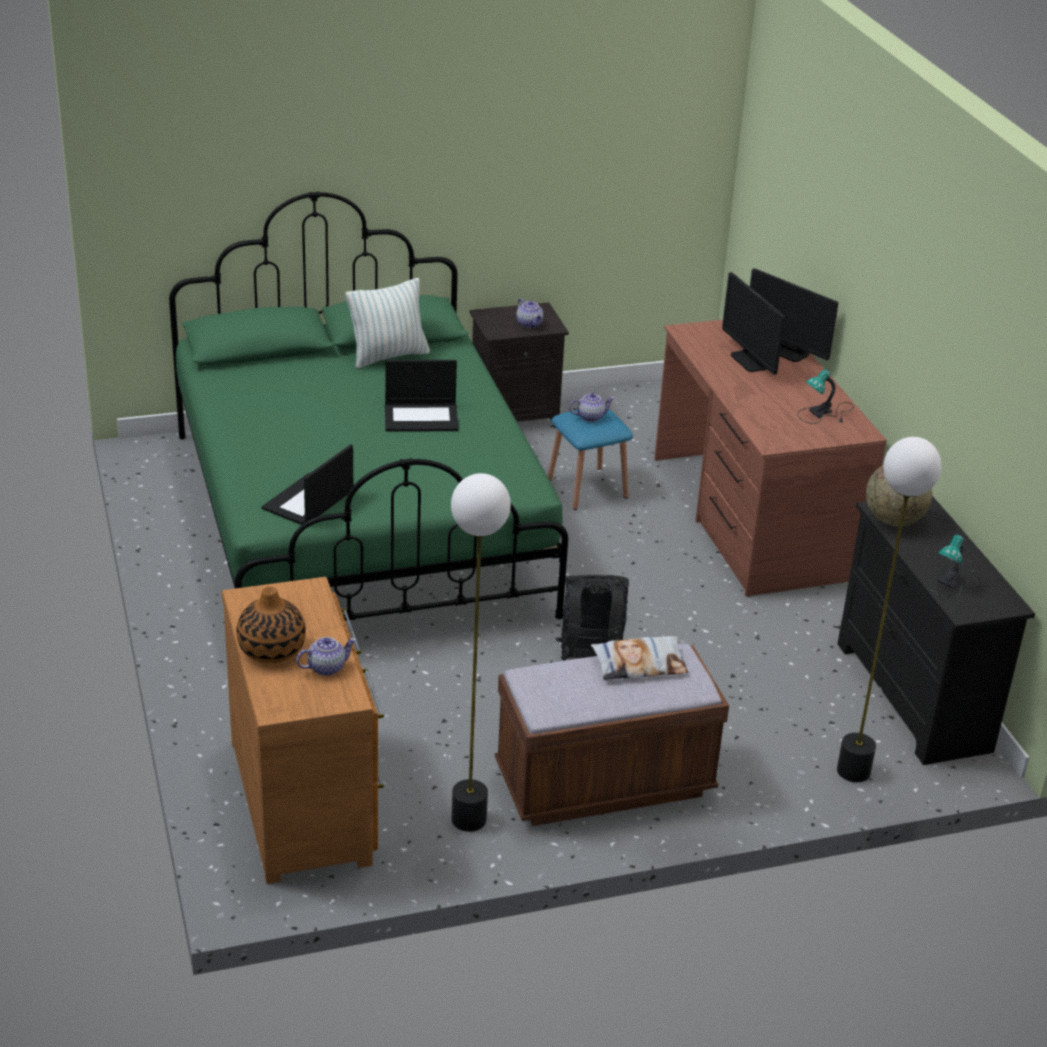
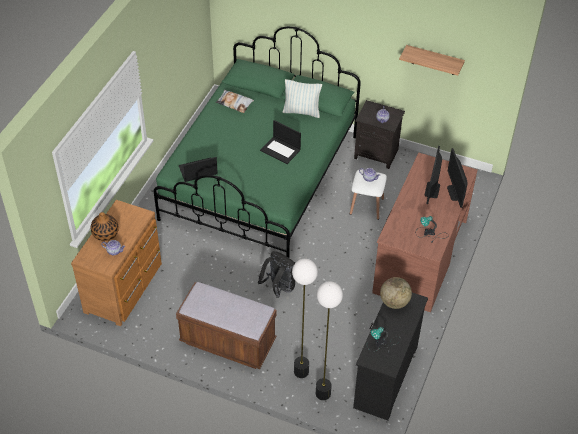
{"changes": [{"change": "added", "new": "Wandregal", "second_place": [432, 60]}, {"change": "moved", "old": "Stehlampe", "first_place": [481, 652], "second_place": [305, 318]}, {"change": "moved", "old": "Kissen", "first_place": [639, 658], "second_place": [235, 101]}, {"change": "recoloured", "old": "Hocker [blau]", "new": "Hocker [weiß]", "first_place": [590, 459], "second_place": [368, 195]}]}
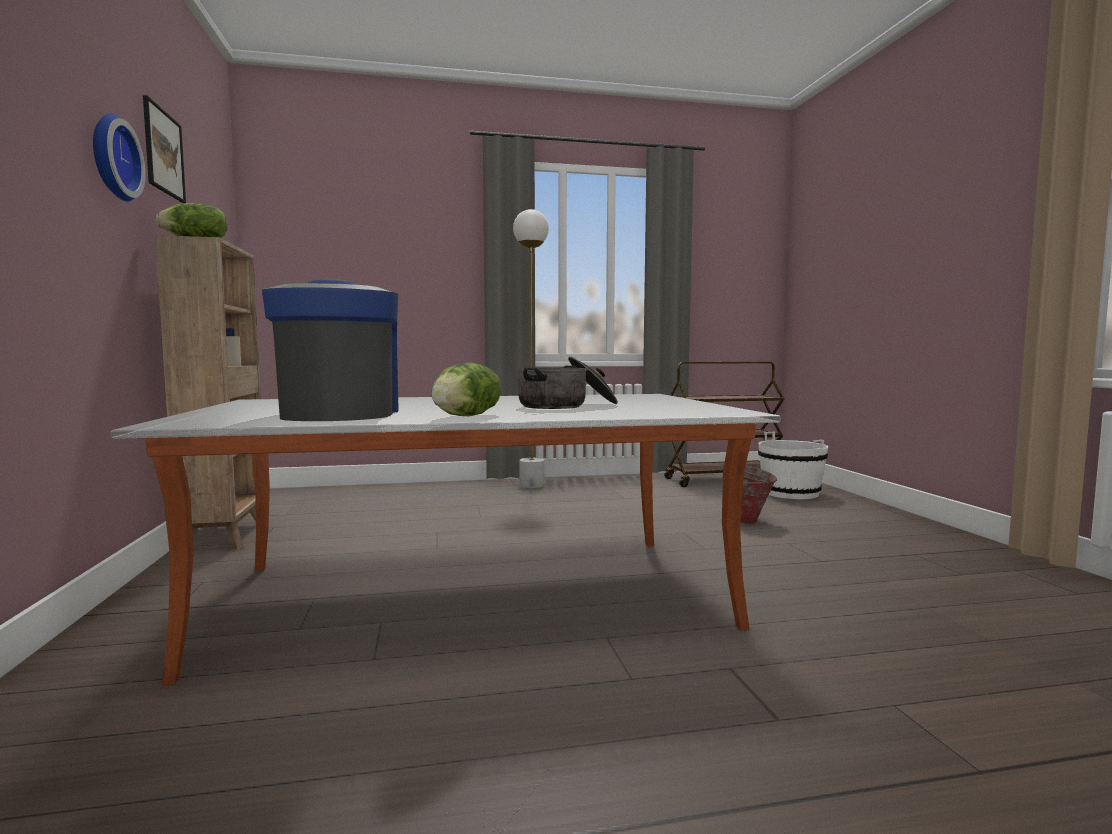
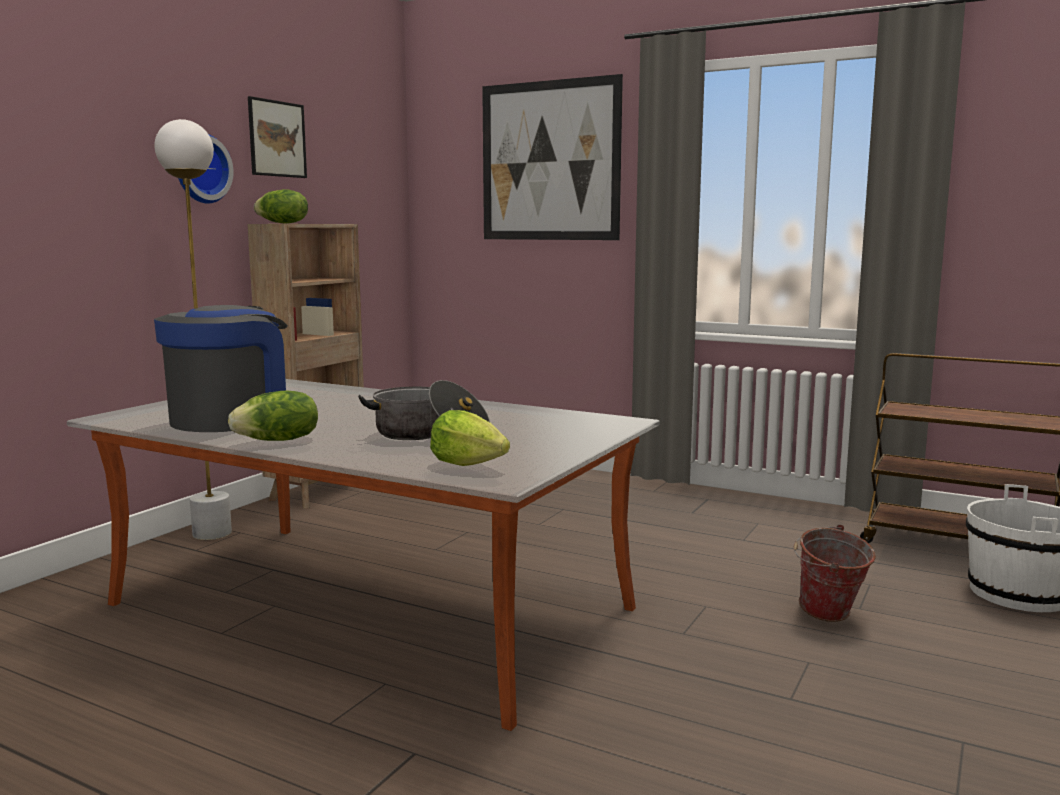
{"changes": [{"change": "added", "new": "Salatkopf", "second_place": [470, 438]}, {"change": "added", "new": "Bild", "second_place": [552, 157]}, {"change": "moved", "old": "Stehlampe [weiß]", "first_place": [531, 348], "second_place": [193, 329]}]}
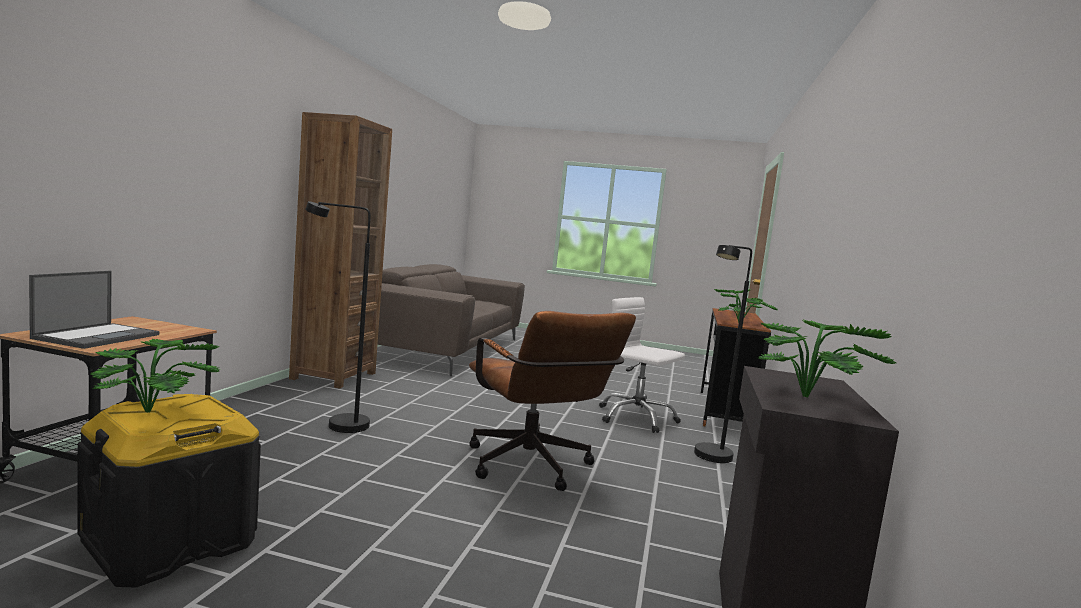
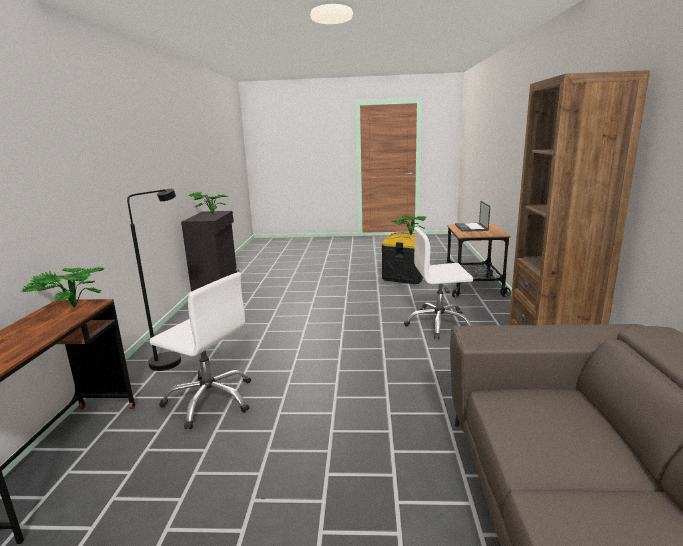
{"changes": [{"change": "removed", "old": "Bürostuhl [braun]", "first_place": [552, 401]}, {"change": "replaced", "old": "Stehlampe [schwarz]", "new": "Bürostuhl [weiß]", "first_place": [338, 317], "second_place": [438, 283]}]}
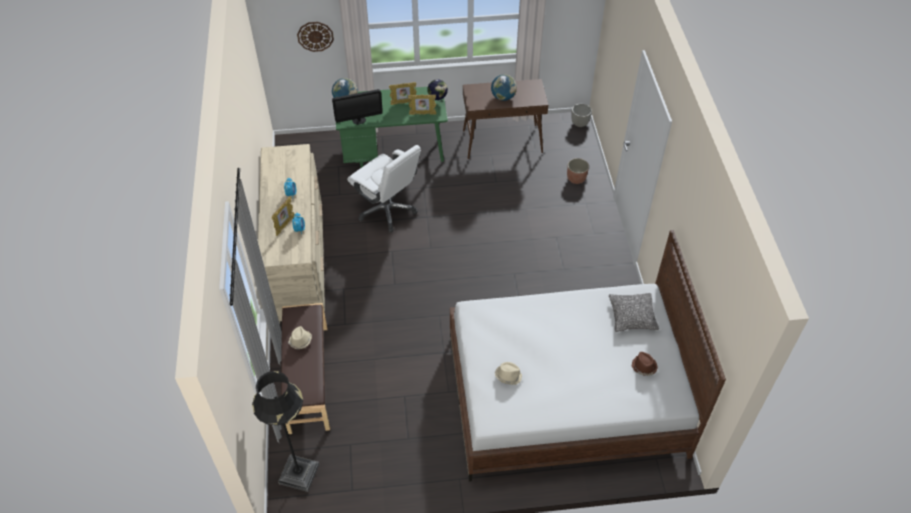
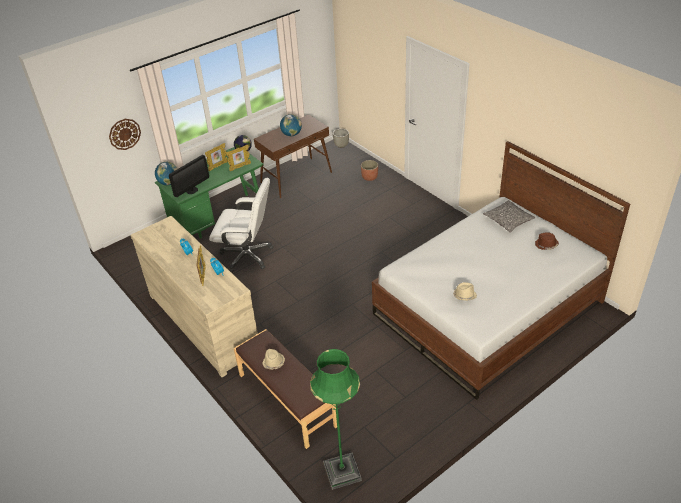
{"changes": [{"change": "recoloured", "old": "Stehlampe [schwarz]", "new": "Stehlampe [grün]", "first_place": [285, 431], "second_place": [336, 419]}]}
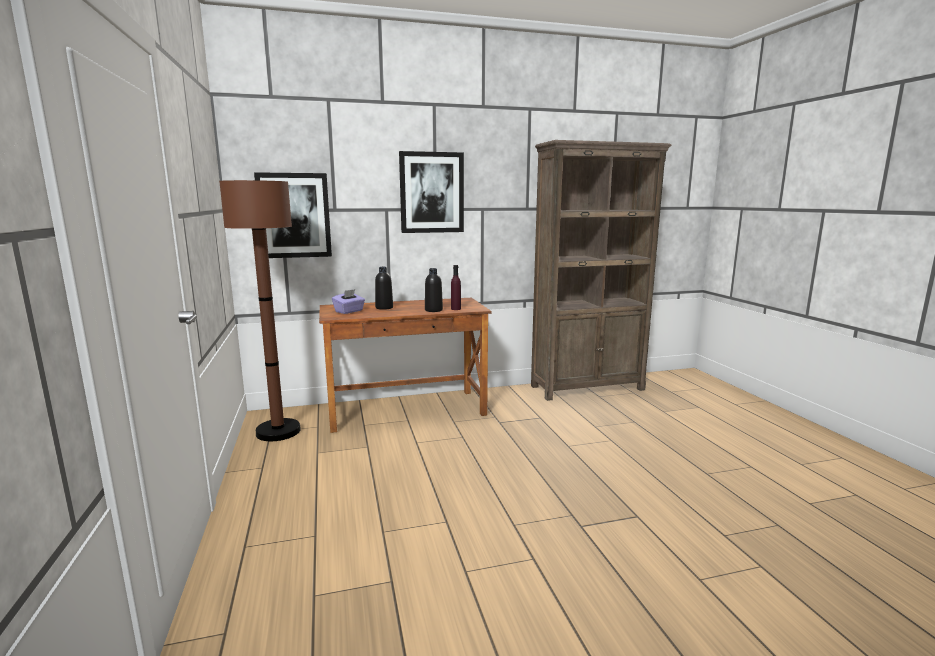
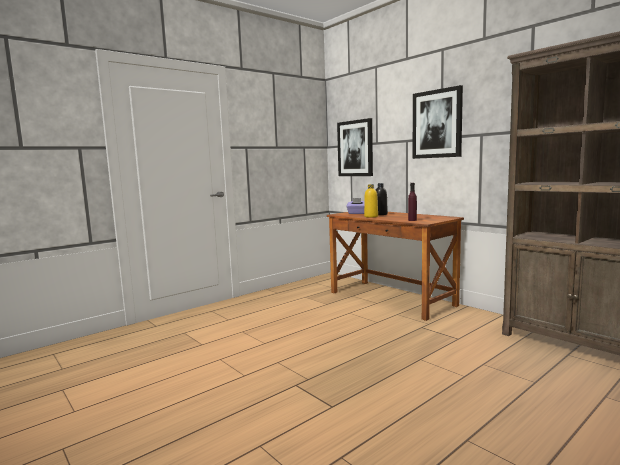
{"changes": [{"change": "removed", "old": "Stehlampe [braun]", "first_place": [260, 310]}, {"change": "removed", "old": "Flasche [schwarz]", "first_place": [434, 290]}, {"change": "added", "new": "Flasche [gelb]", "second_place": [371, 201]}]}
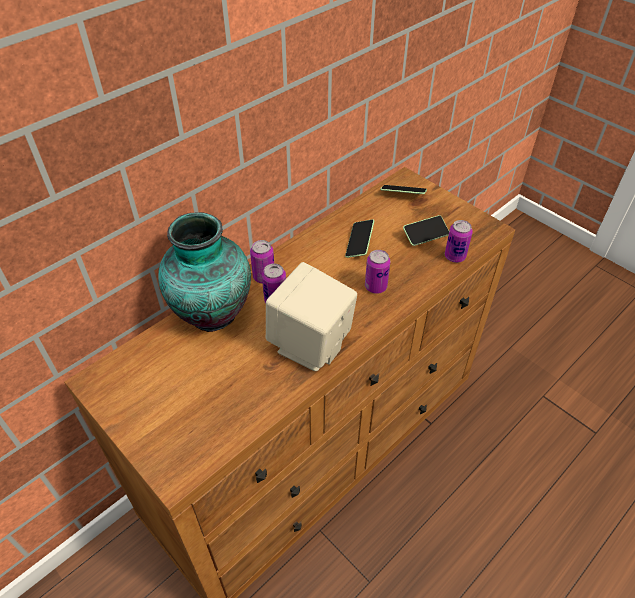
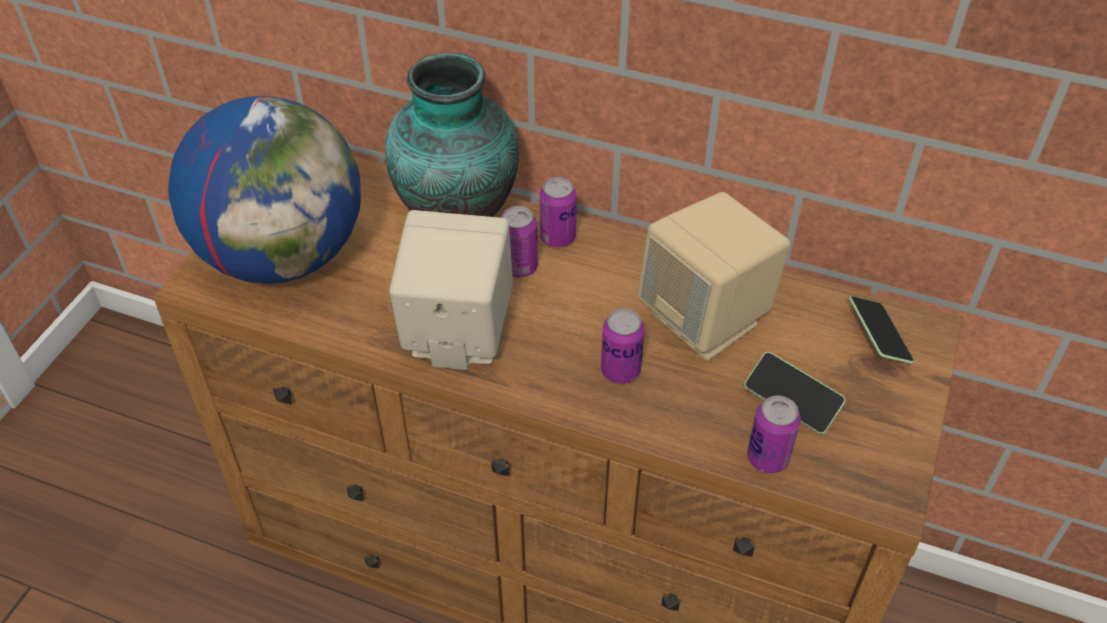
{"changes": [{"change": "added", "new": "Globus", "second_place": [264, 190]}, {"change": "replaced", "old": "Handy", "new": "Lautsprecher [beige]", "first_place": [359, 238], "second_place": [713, 276]}]}
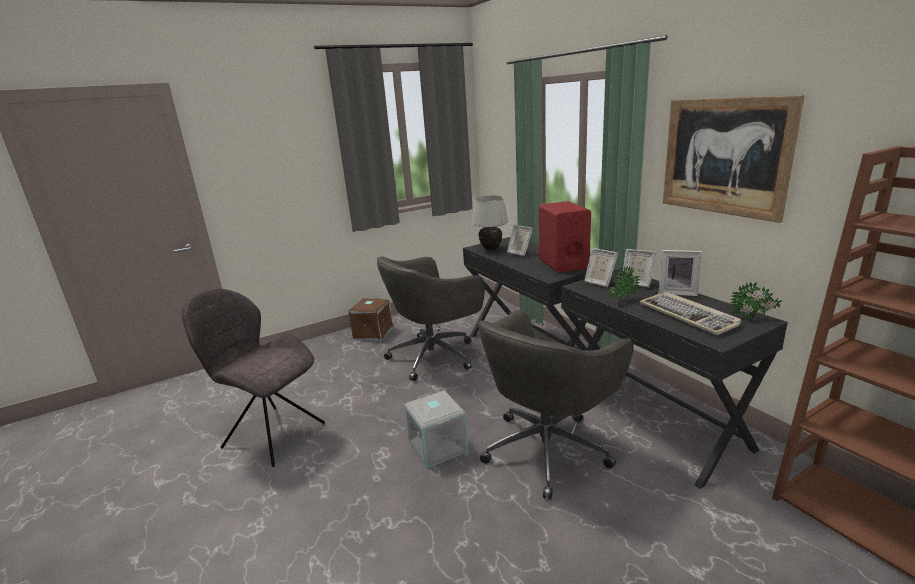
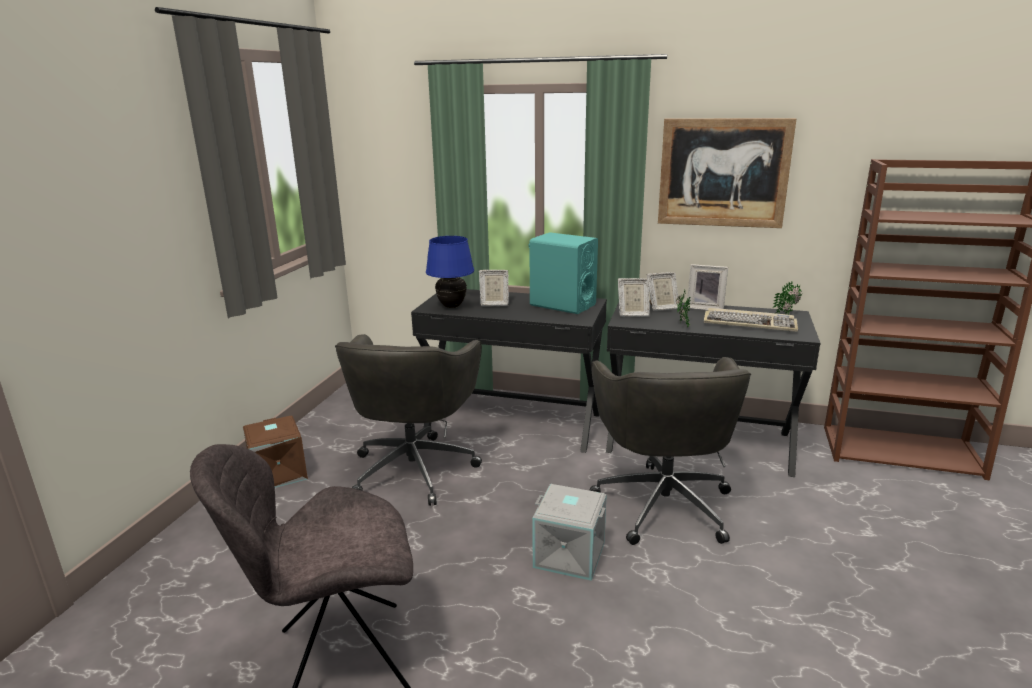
{"changes": [{"change": "recoloured", "old": "Tischlampe [weiß]", "new": "Tischlampe [blau]", "first_place": [489, 222], "second_place": [450, 272]}, {"change": "recoloured", "old": "Lautsprecher [rot]", "new": "Lautsprecher [türkis]", "first_place": [565, 237], "second_place": [563, 273]}, {"change": "turned", "old": "Bilderrahmen", "first_place": [680, 273], "second_place": [707, 287], "degrees": 45}]}
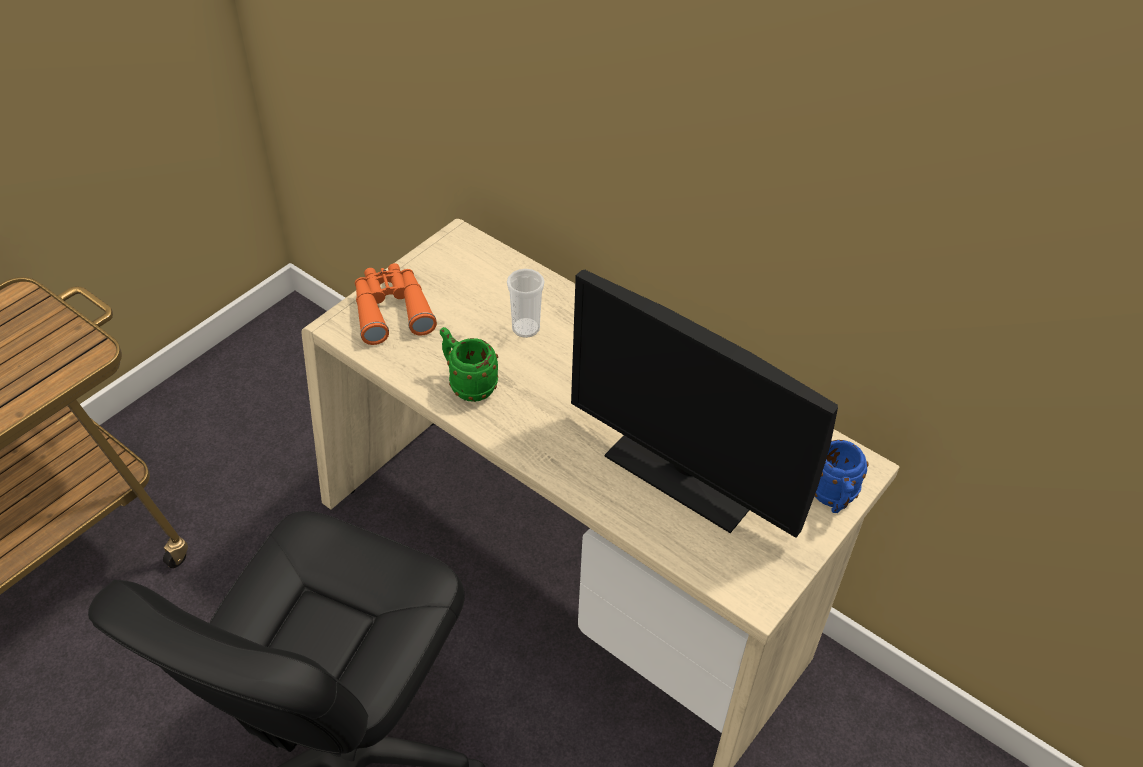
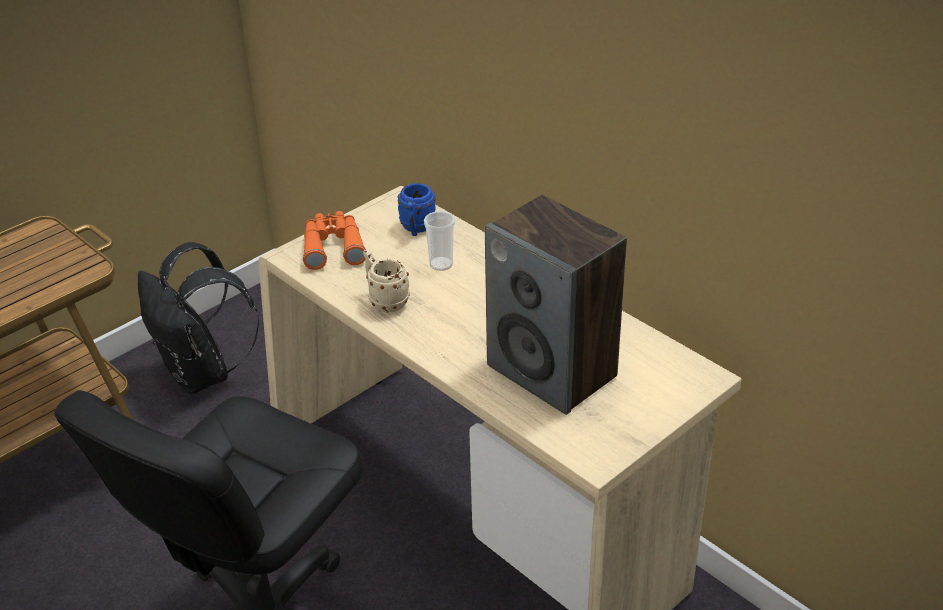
{"changes": [{"change": "added", "new": "Rucksack [schwarz]", "second_place": [198, 318]}, {"change": "moved", "old": "Henkelbecher [blau]", "first_place": [842, 476], "second_place": [417, 209]}, {"change": "replaced", "old": "Monitor", "new": "Lautsprecher", "first_place": [704, 404], "second_place": [556, 305]}, {"change": "recoloured", "old": "Henkelbecher [grün]", "new": "Henkelbecher [beige]", "first_place": [469, 364], "second_place": [386, 281]}]}
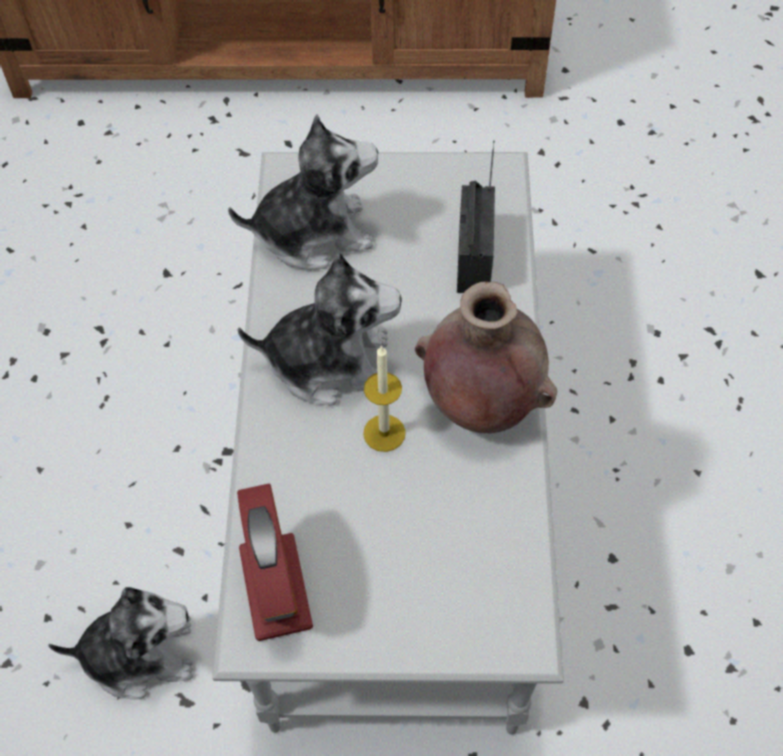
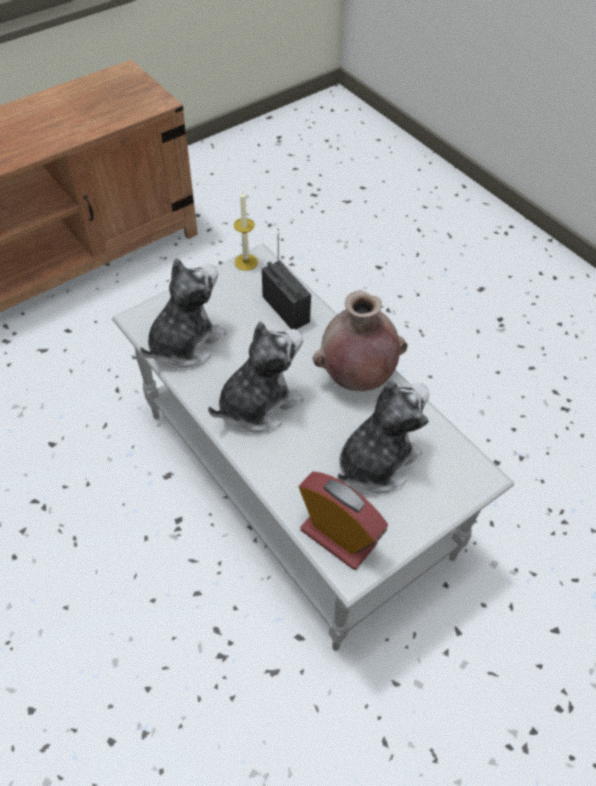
{"changes": [{"change": "moved", "old": "Plüschtier", "first_place": [120, 643], "second_place": [383, 436]}, {"change": "moved", "old": "Kerze", "first_place": [384, 398], "second_place": [246, 230]}]}
